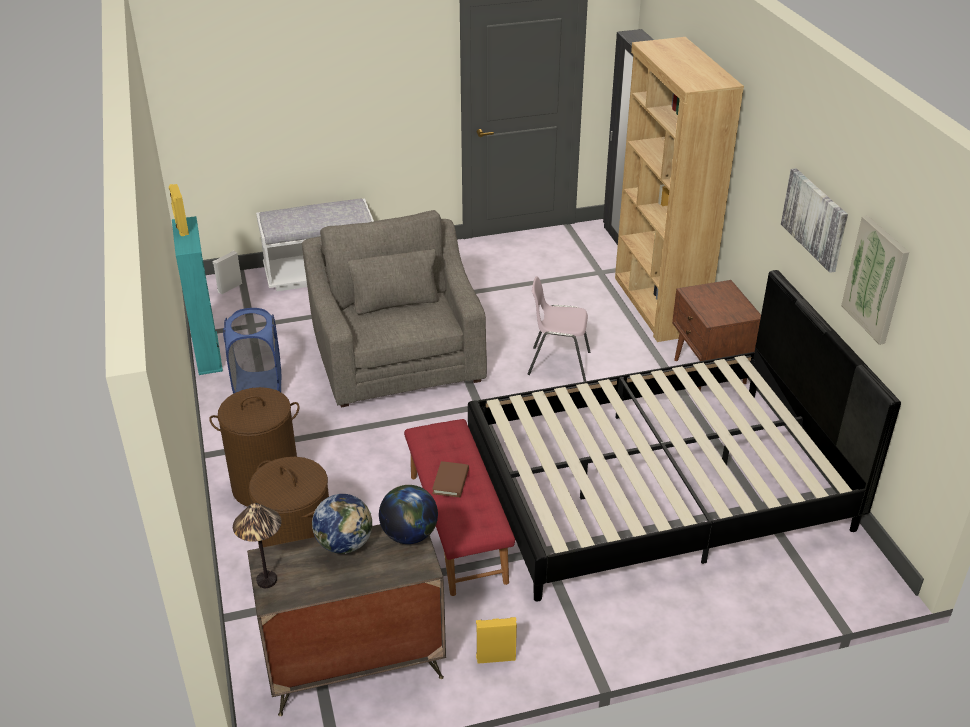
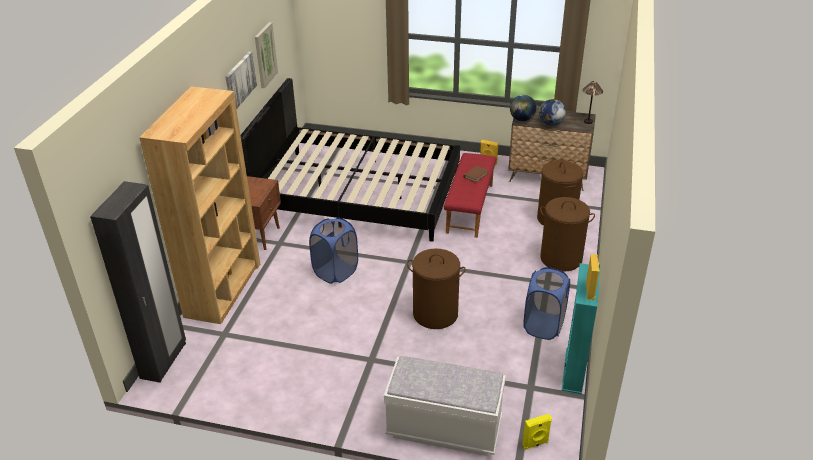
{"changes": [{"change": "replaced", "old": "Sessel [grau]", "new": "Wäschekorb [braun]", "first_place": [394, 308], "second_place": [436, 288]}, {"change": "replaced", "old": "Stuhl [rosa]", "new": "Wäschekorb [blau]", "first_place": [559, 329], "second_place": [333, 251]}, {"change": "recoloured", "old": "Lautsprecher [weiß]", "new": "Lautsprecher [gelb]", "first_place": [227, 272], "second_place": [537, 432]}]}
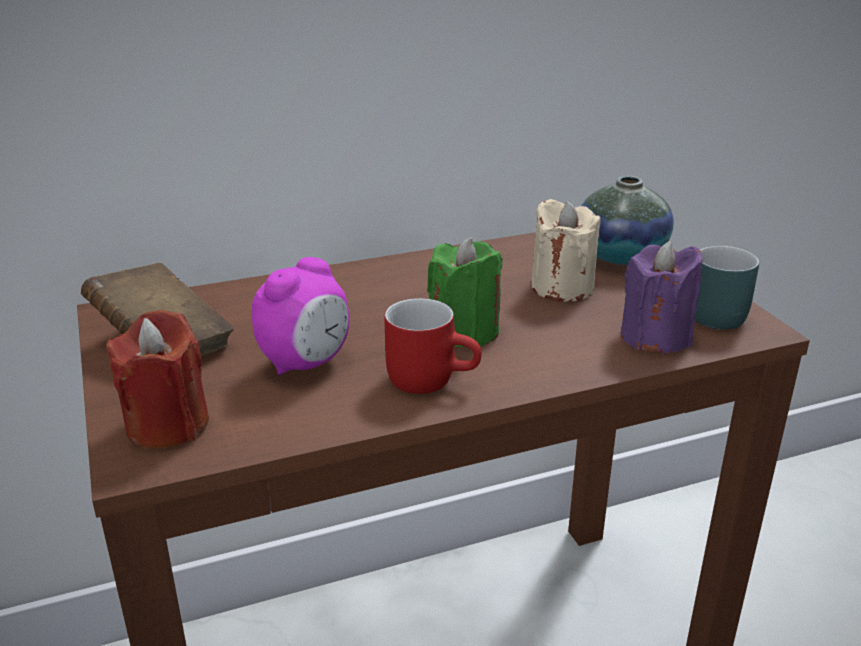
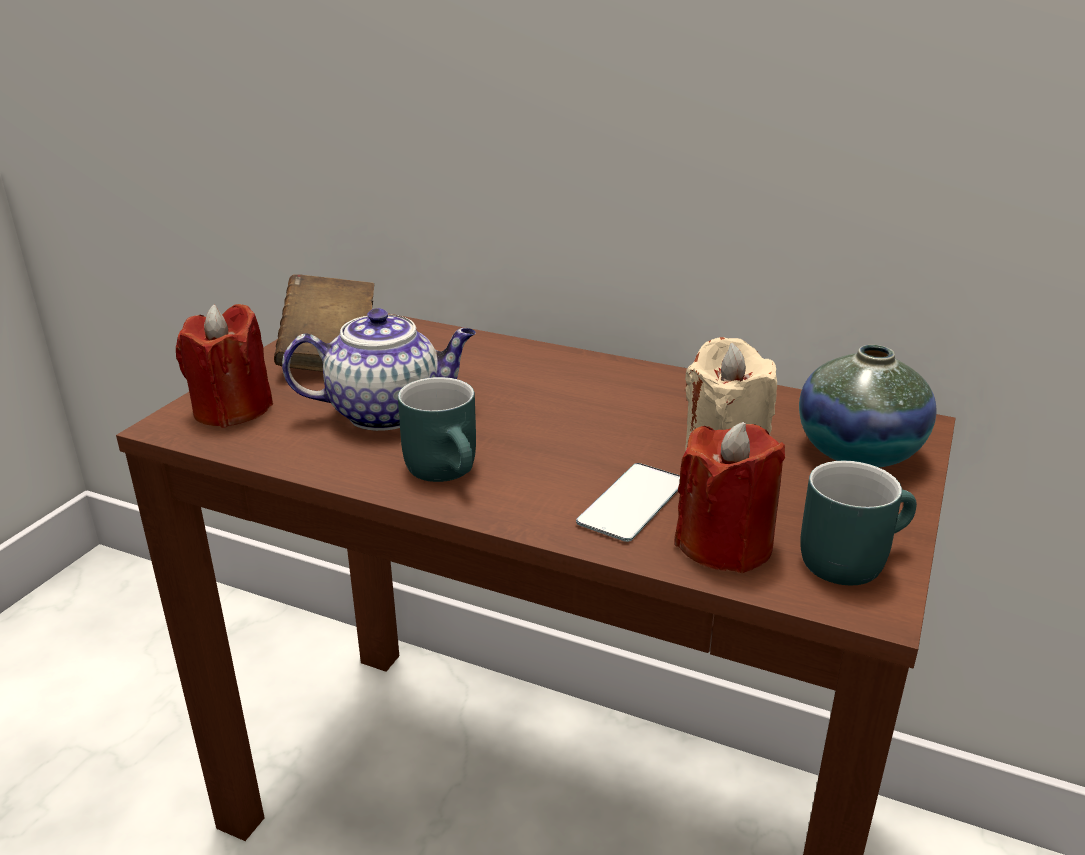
{"changes": [{"change": "removed", "old": "Kerze [grün]", "first_place": [465, 292]}, {"change": "added", "new": "Handy", "second_place": [628, 502]}, {"change": "replaced", "old": "Wecker", "new": "Teekanne", "first_place": [300, 316], "second_place": [379, 369]}, {"change": "recoloured", "old": "Henkelbecher [rot]", "new": "Henkelbecher [türkis]", "first_place": [433, 346], "second_place": [437, 429]}, {"change": "recoloured", "old": "Kerze [lila]", "new": "Kerze [rot]", "first_place": [662, 297], "second_place": [729, 497]}]}
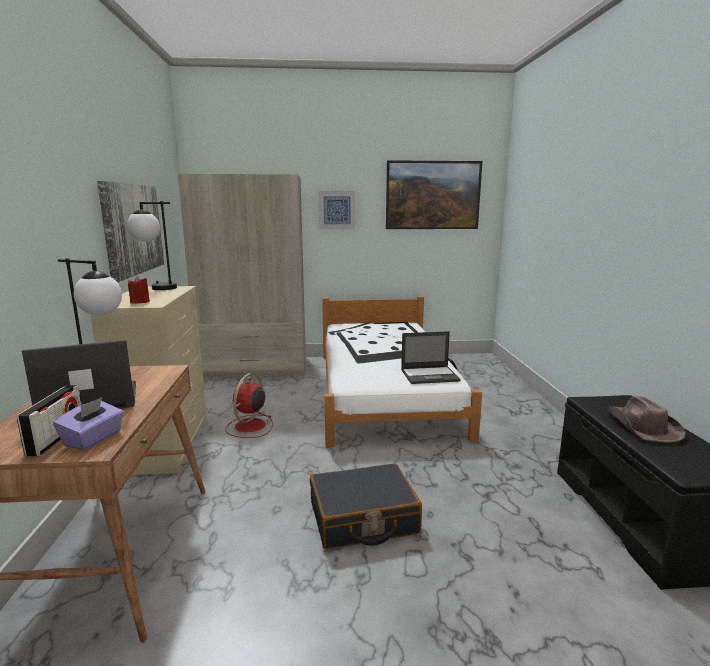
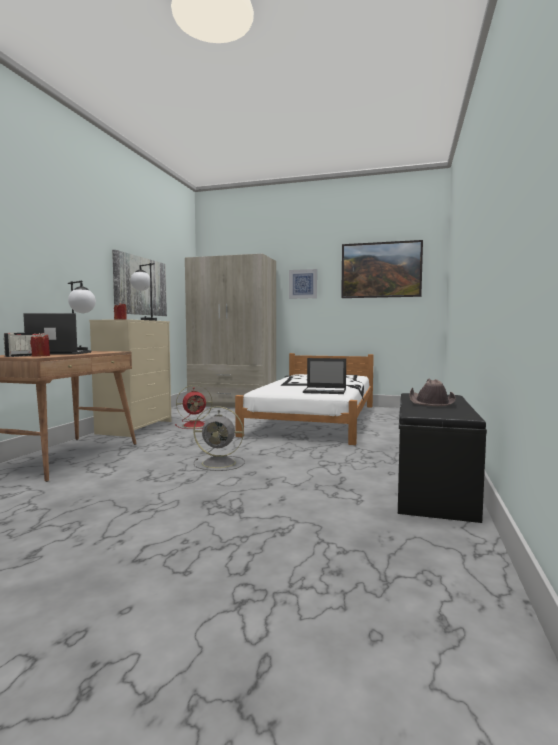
{"changes": [{"change": "replaced", "old": "Taschentuchbox [lila]", "new": "Kerze [rot]", "first_place": [88, 423], "second_place": [40, 345]}, {"change": "replaced", "old": "Koffer [schwarz]", "new": "Ventilator [grau]", "first_place": [366, 506], "second_place": [219, 439]}, {"change": "turned", "old": "Ventilator [rot]", "first_place": [249, 405], "second_place": [193, 407], "degrees": -150}]}
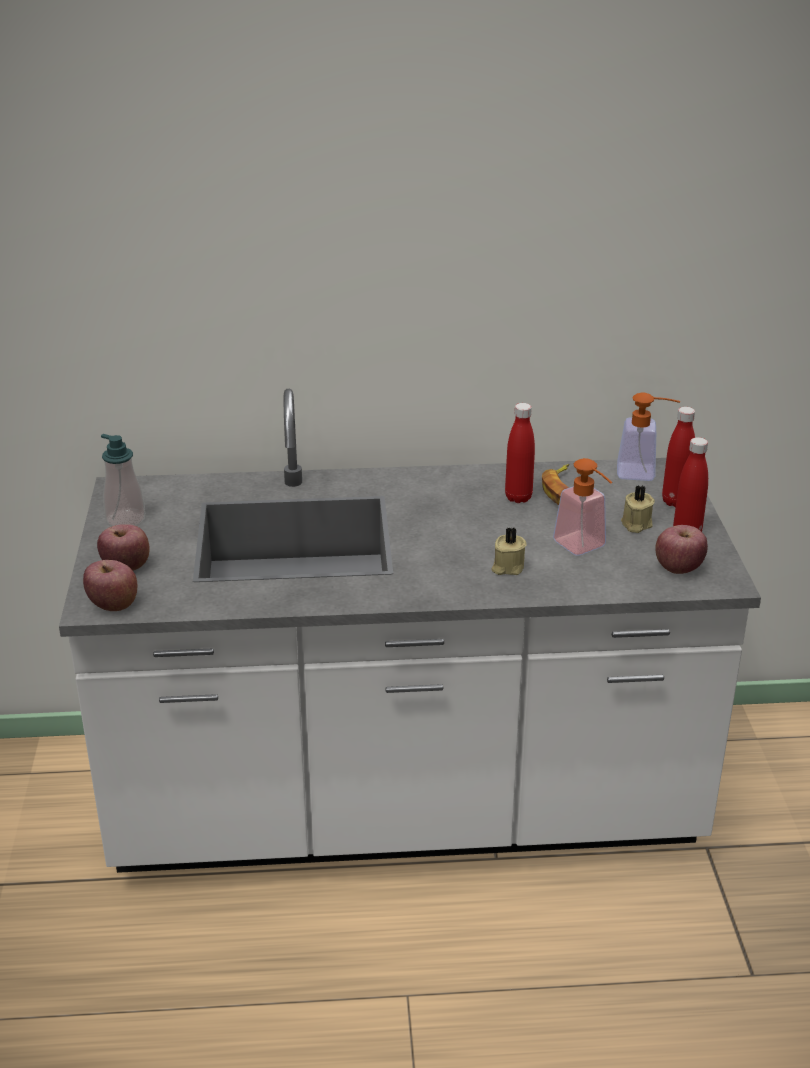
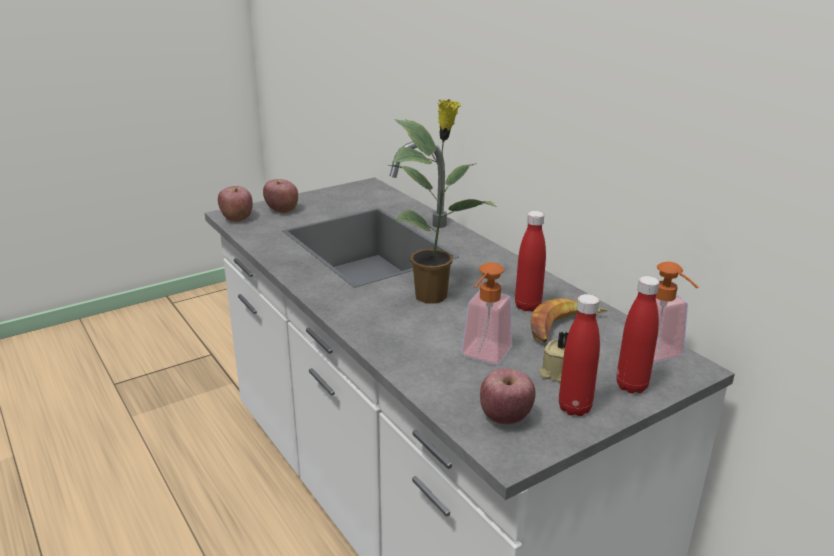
{"changes": [{"change": "removed", "old": "Seifenspender", "first_place": [123, 480]}, {"change": "removed", "old": "Kerze [beige]", "first_place": [509, 551]}, {"change": "added", "new": "Topfpflanze", "second_place": [443, 201]}]}
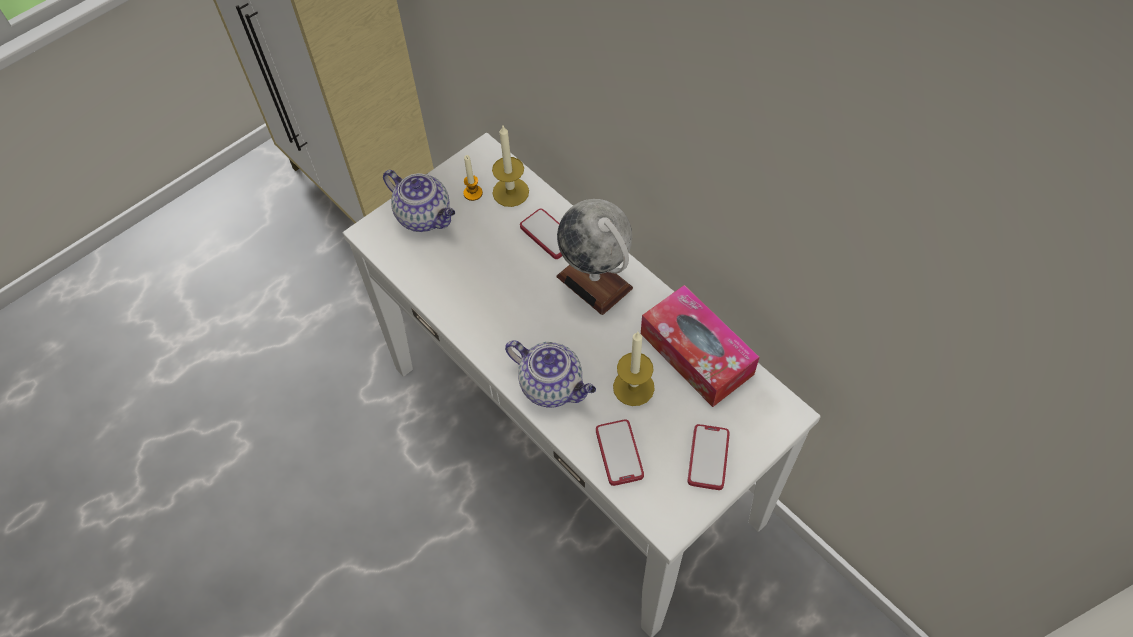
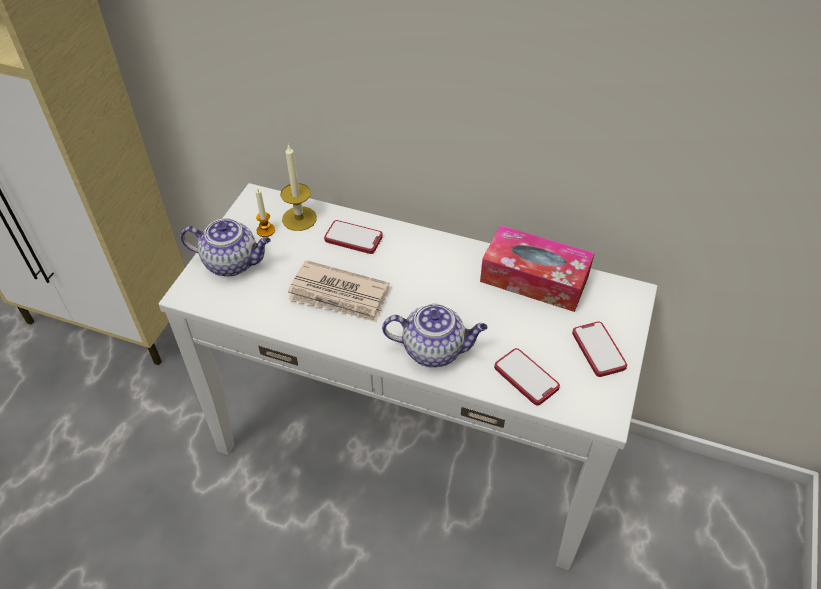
{"changes": [{"change": "removed", "old": "Globus", "first_place": [595, 257]}, {"change": "removed", "old": "Kerze", "first_place": [634, 369]}, {"change": "added", "new": "Zeitung", "second_place": [338, 291]}]}
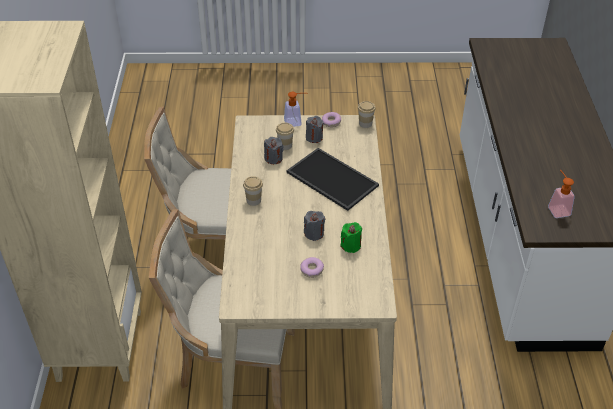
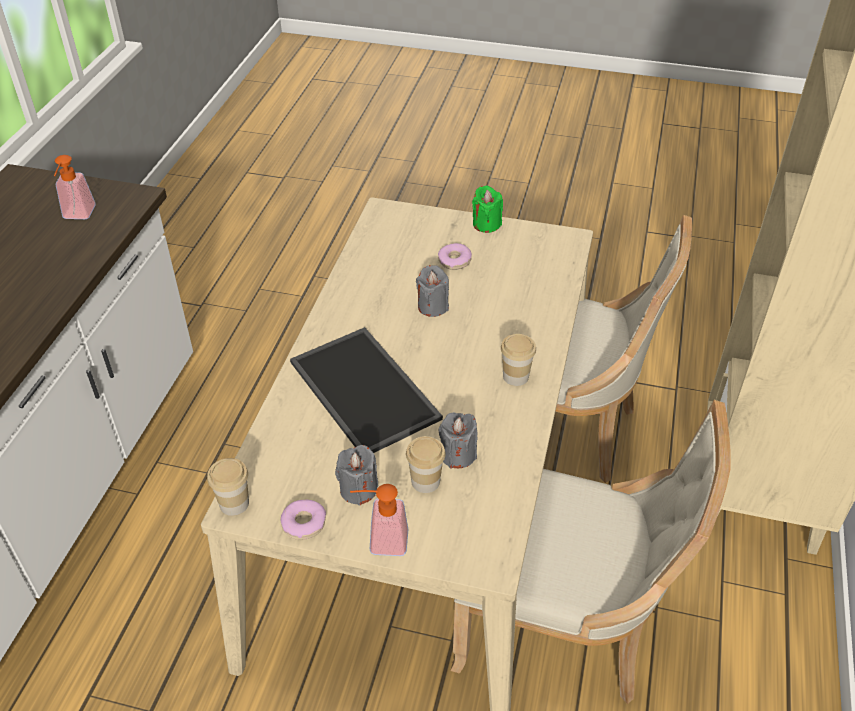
{"changes": [{"change": "moved", "old": "Kerze [grün]", "first_place": [351, 237], "second_place": [487, 209]}]}
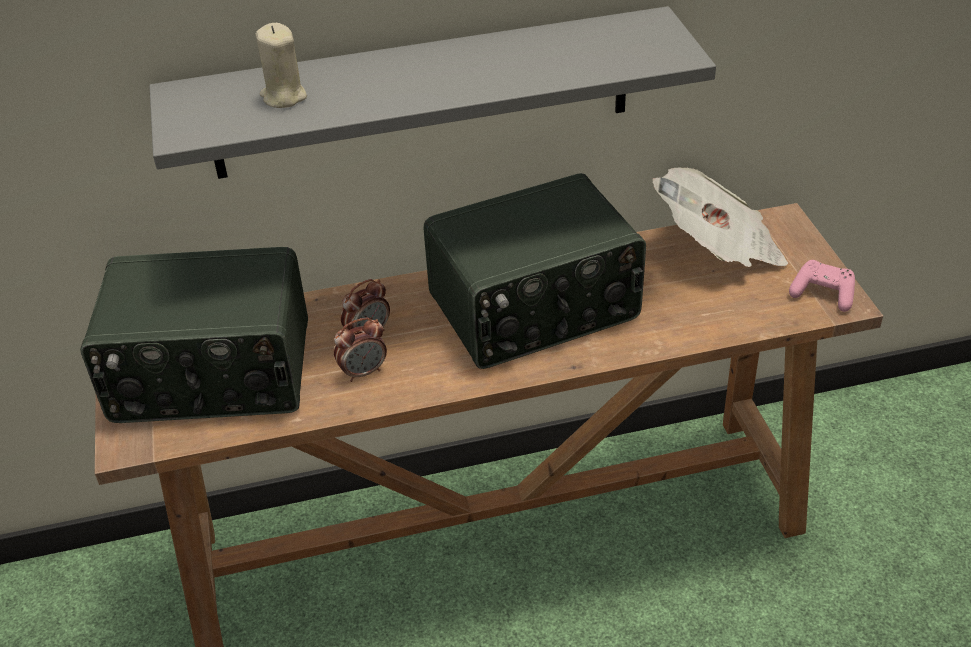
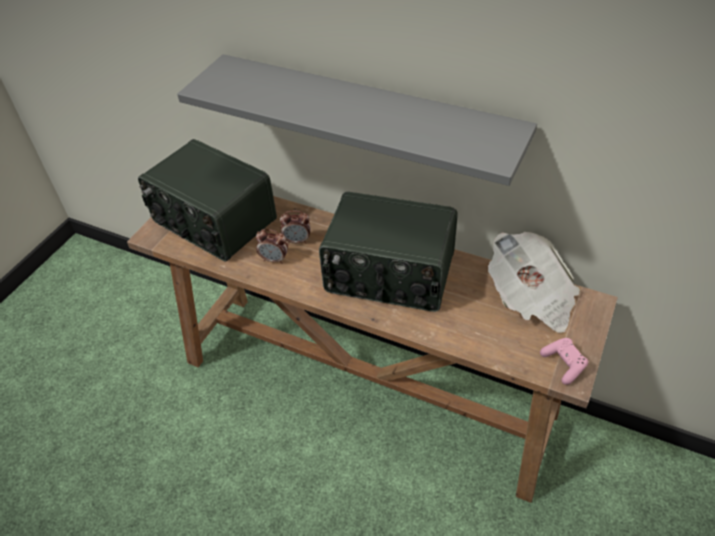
{"changes": [{"change": "removed", "old": "Kerze [beige]", "first_place": [281, 65]}]}
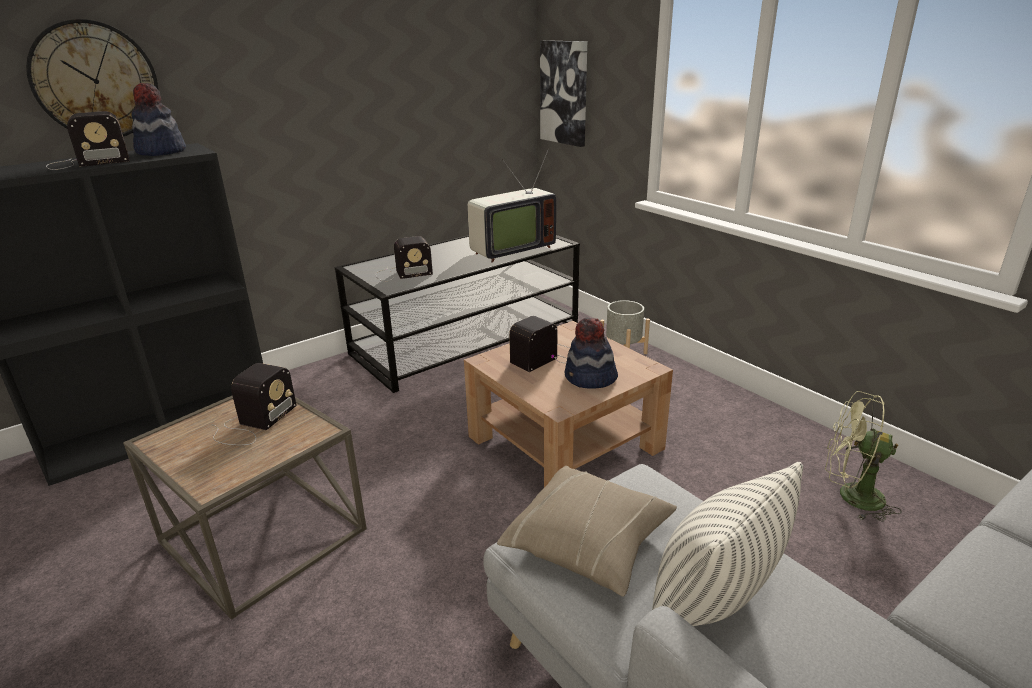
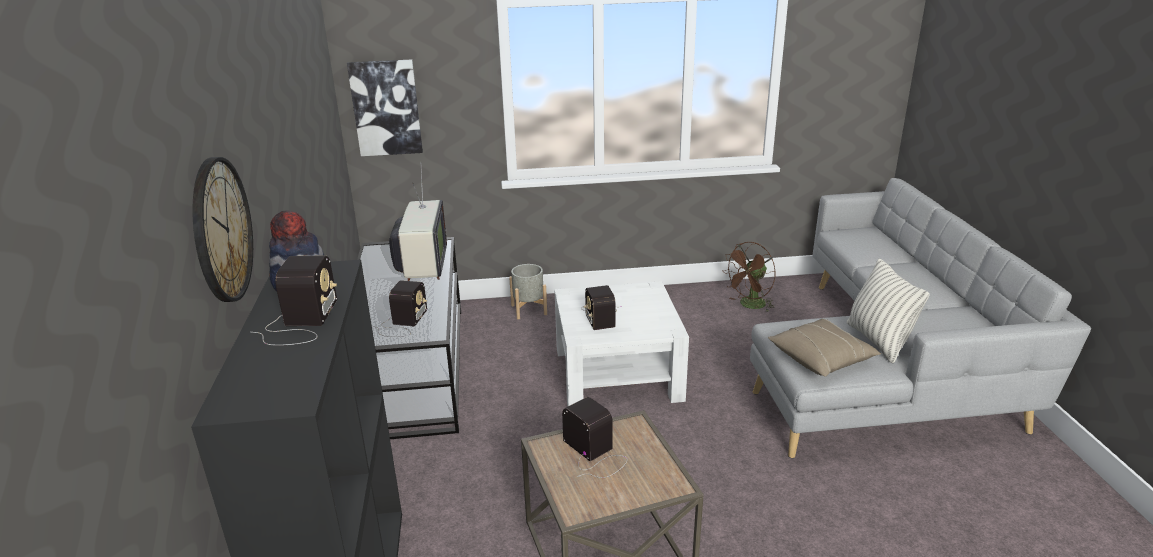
{"changes": [{"change": "removed", "old": "Hut", "first_place": [591, 353]}, {"change": "recoloured", "old": "Couchtisch [braun]", "new": "Couchtisch [weiß]", "first_place": [568, 404], "second_place": [621, 343]}, {"change": "recoloured", "old": "Ventilator [grün]", "new": "Ventilator [braun]", "first_place": [863, 456], "second_place": [749, 277]}]}
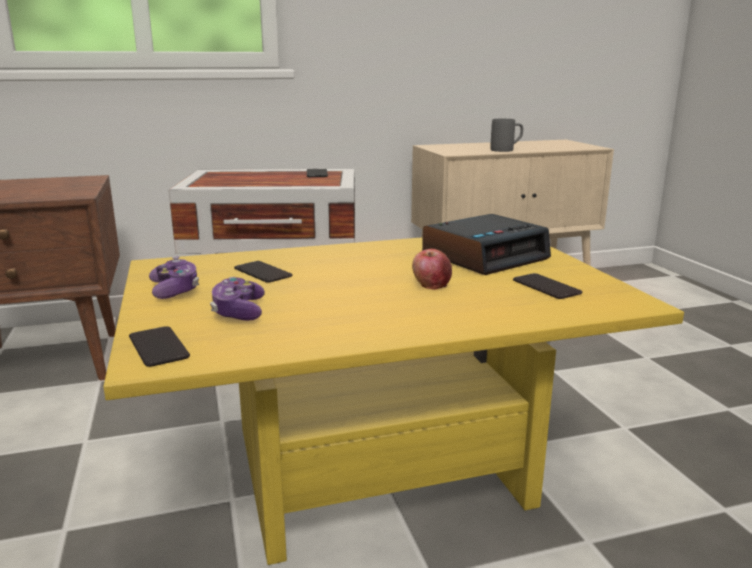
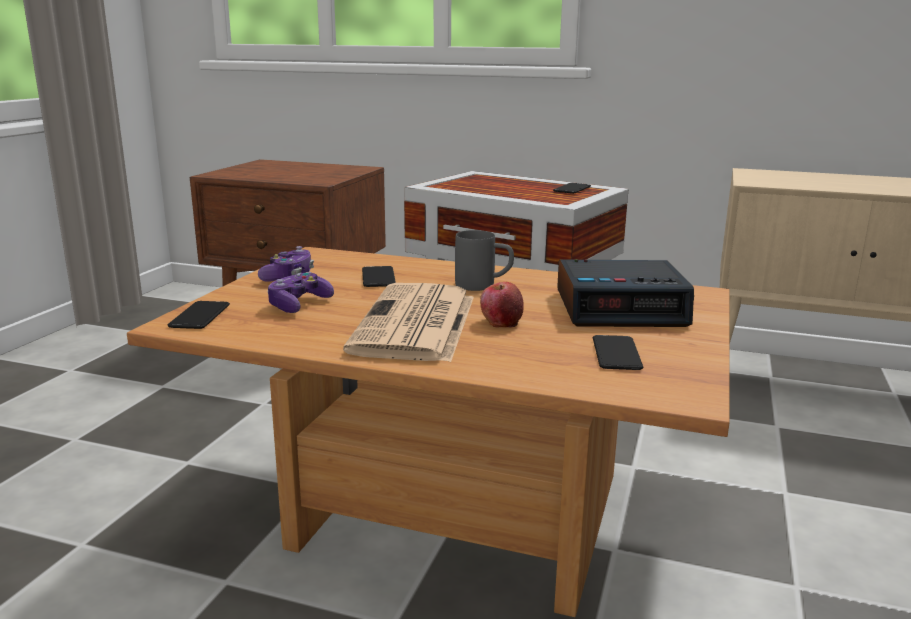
{"changes": [{"change": "added", "new": "Zeitung", "second_place": [408, 322]}, {"change": "moved", "old": "Henkelbecher [grau]", "first_place": [506, 135], "second_place": [484, 260]}, {"change": "recoloured", "old": "Couchtisch [gelb]", "new": "Couchtisch [braun]", "first_place": [393, 401], "second_place": [428, 432]}]}
